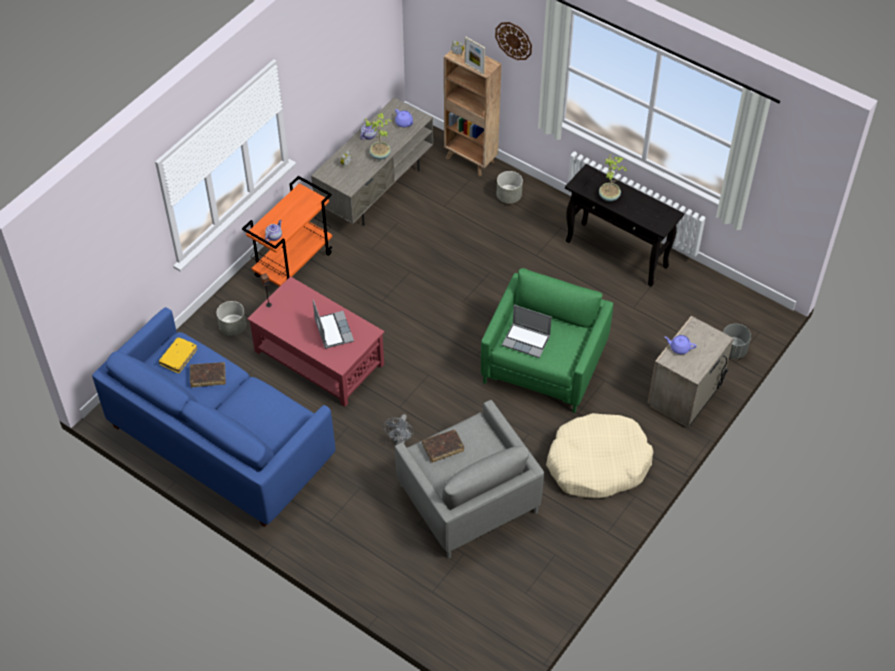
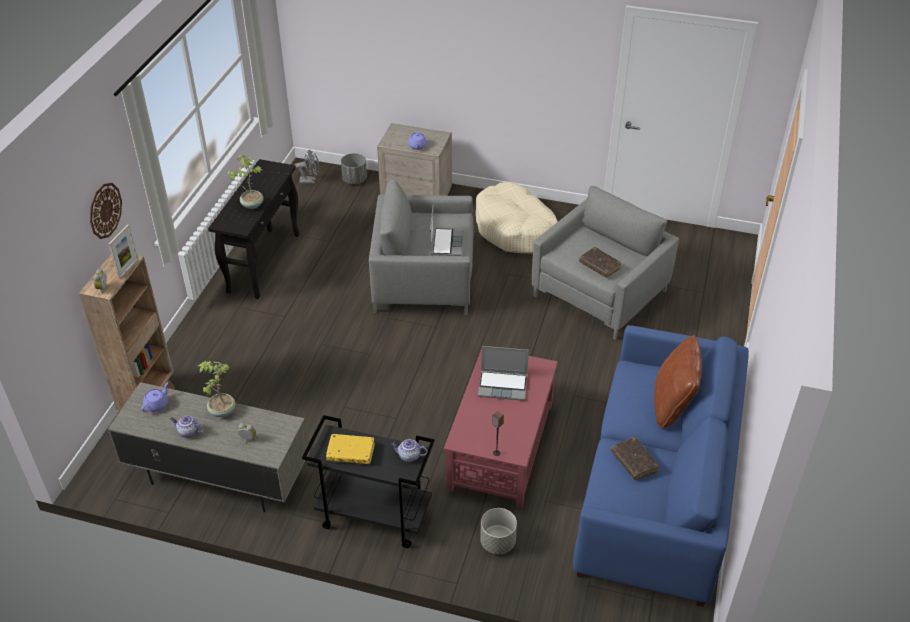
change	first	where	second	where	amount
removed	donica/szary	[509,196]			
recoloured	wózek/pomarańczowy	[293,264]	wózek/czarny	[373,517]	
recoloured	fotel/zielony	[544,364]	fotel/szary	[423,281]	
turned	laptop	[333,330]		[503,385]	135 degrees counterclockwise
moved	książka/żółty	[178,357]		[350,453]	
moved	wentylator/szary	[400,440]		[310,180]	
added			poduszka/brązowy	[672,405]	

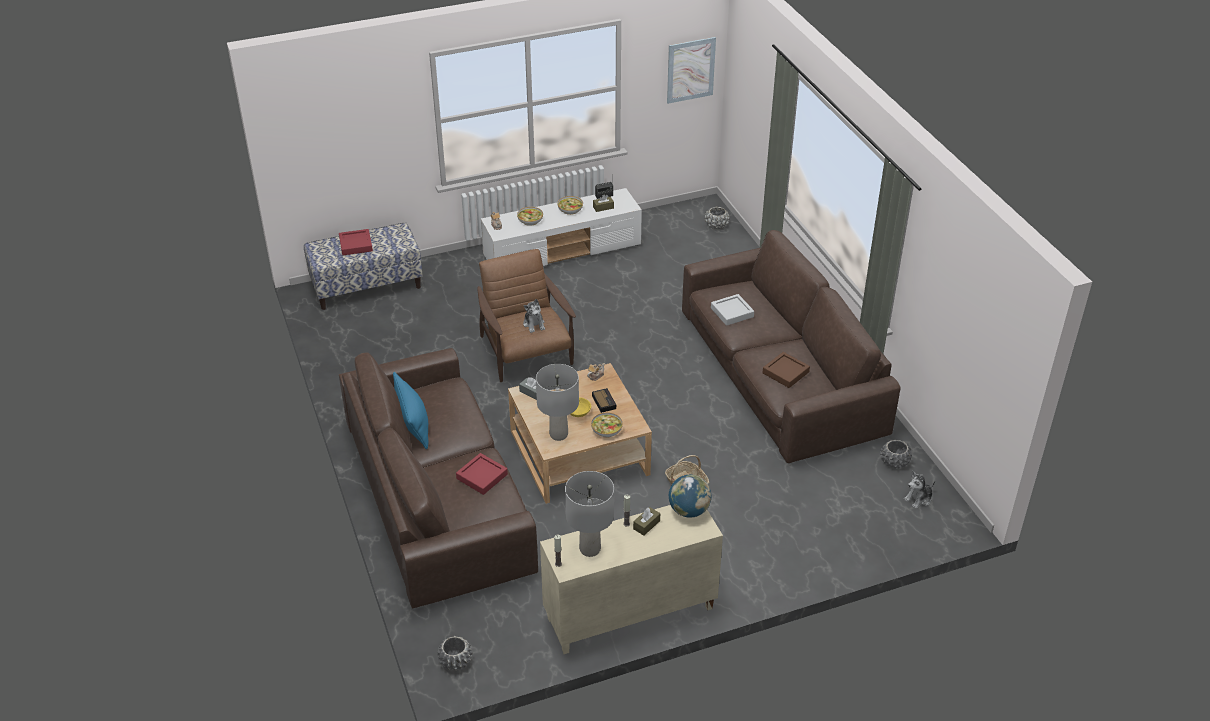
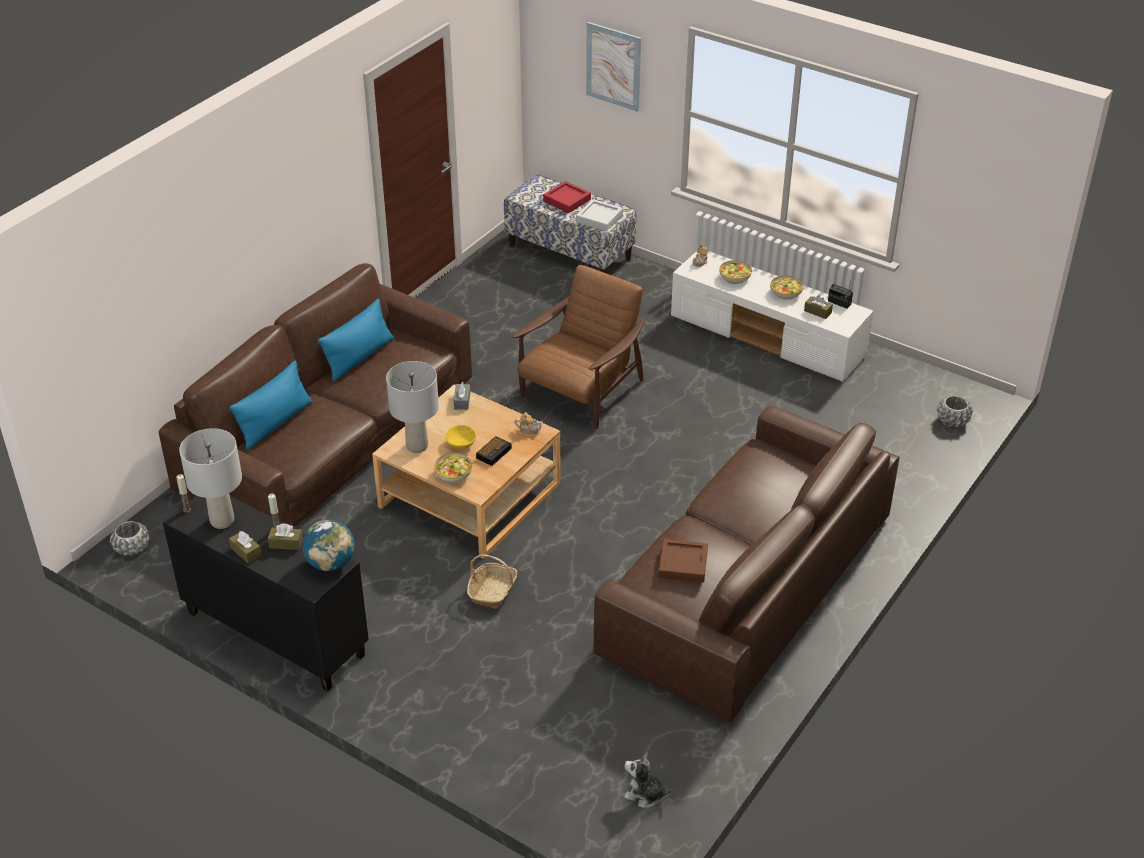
change	first	where	second	where	amount
moved	obraz	[690,70]		[613,66]	
moved	taca/szary	[732,312]		[599,218]	
removed	pluszak	[534,324]			
removed	donica/szary	[894,462]			
removed	taca/czerwony	[482,476]			
recoloured	szafka/beżowy	[629,614]	szafka/czarny	[274,634]	
added			poduszka/niebieski	[275,423]	
added			pudełko chusteczek/brązowy	[246,552]	

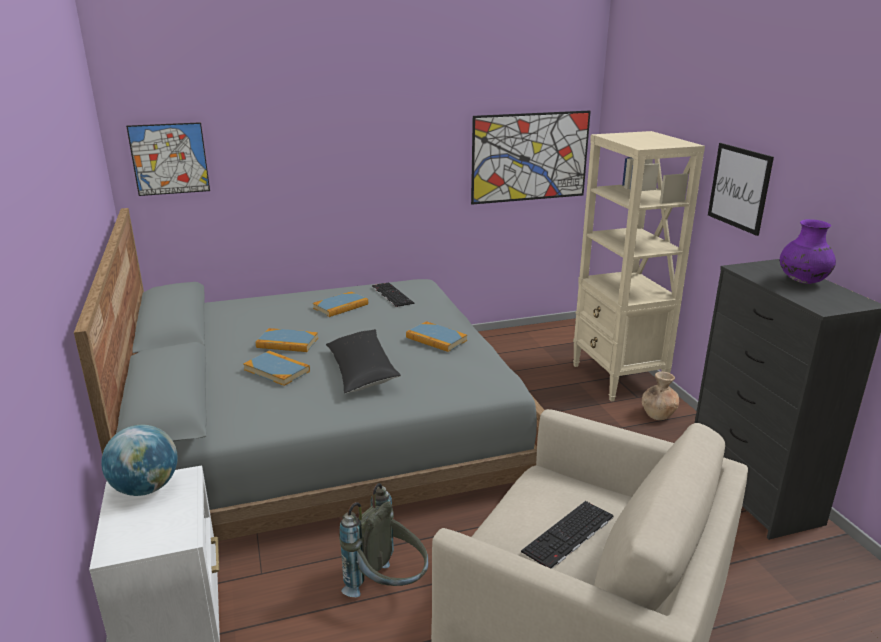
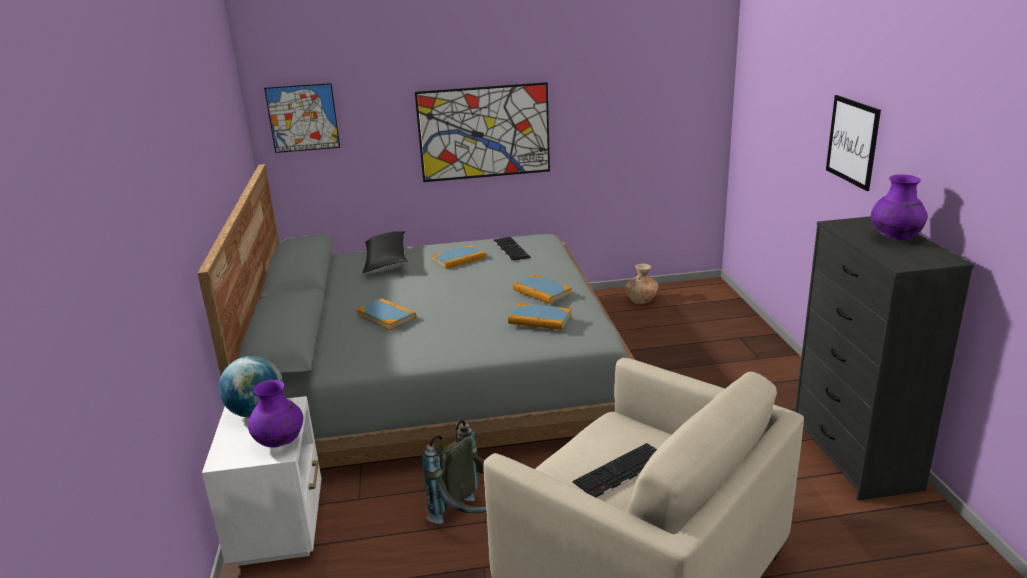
change	first	where	second	where	amount
moved	obraz	[530,157]		[484,132]	
removed	regał/beżowy	[618,378]			
moved	książka	[287,343]		[540,319]	
moved	poduszka/czarny	[361,371]		[386,261]	
moved	wazon/brązowy	[658,414]		[641,300]	
added			wazon/fioletowy	[280,442]	

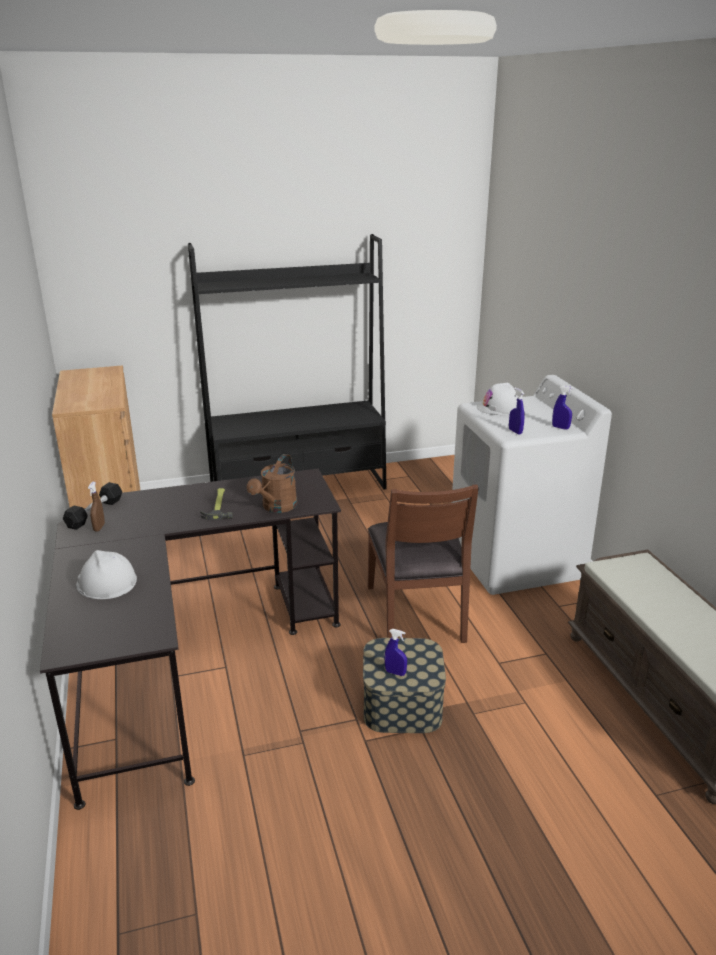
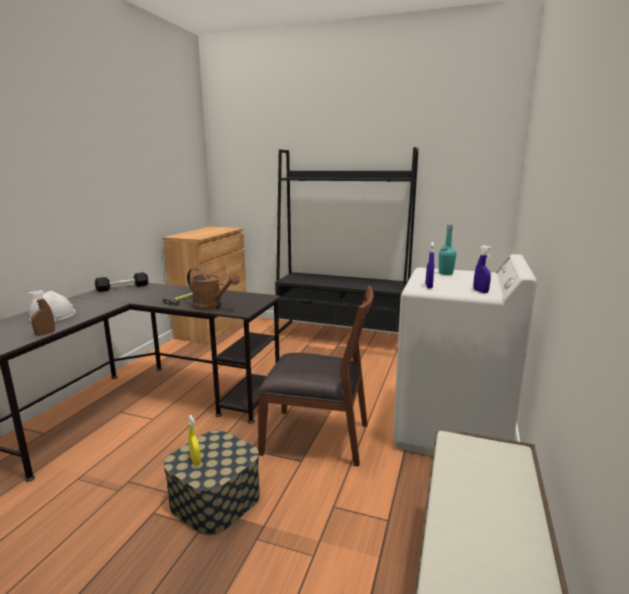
change	first	where	second	where	amount
replaced	kask/biały	[499,408]	butelka/turkusowy	[445,273]	
turned	konewka/brązowy	[276,507]		[212,307]	120 degrees counterclockwise
moved	spryskiwacz/brązowy	[99,527]		[45,333]	
turned	krzesło/brązowy	[417,613]		[317,437]	105 degrees counterclockwise
recoloured	spryskiwacz/niebieski	[395,672]	spryskiwacz/żółty	[195,461]	

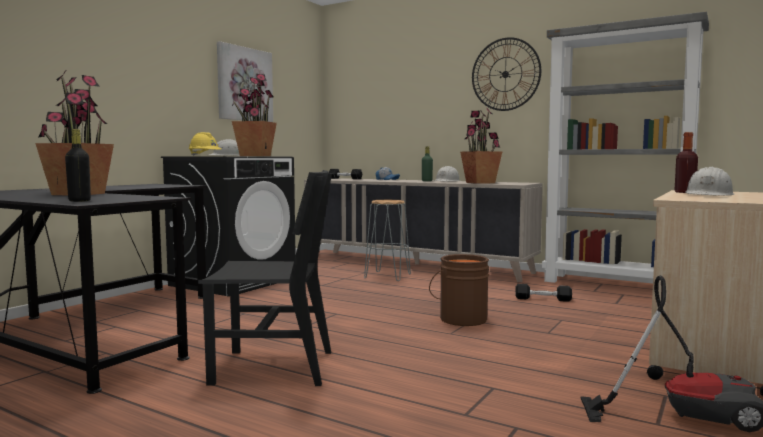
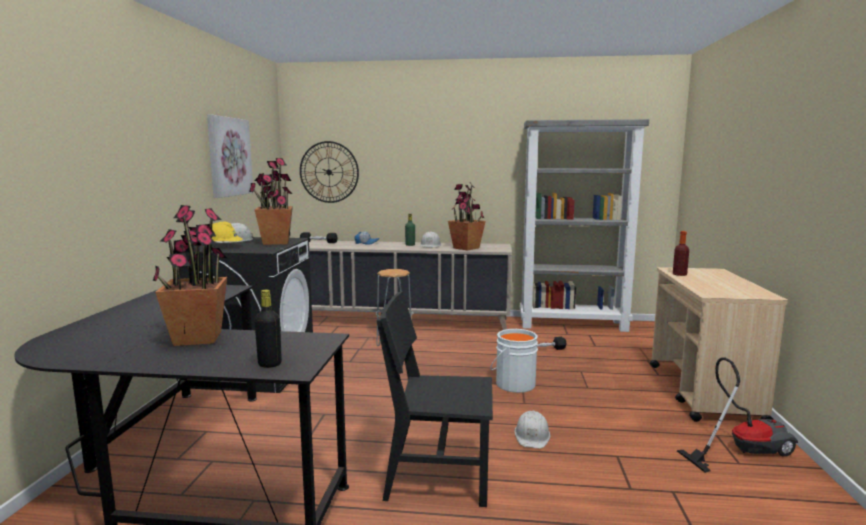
change	first	where	second	where	amount
moved	zegar ścienny	[505,74]		[329,172]	
moved	kask/biały	[709,195]		[532,435]	
turned	krzesło/czarny	[273,367]		[438,477]	150 degrees counterclockwise
recoloured	wiadro/brązowy	[462,319]	wiadro/biały	[513,384]	

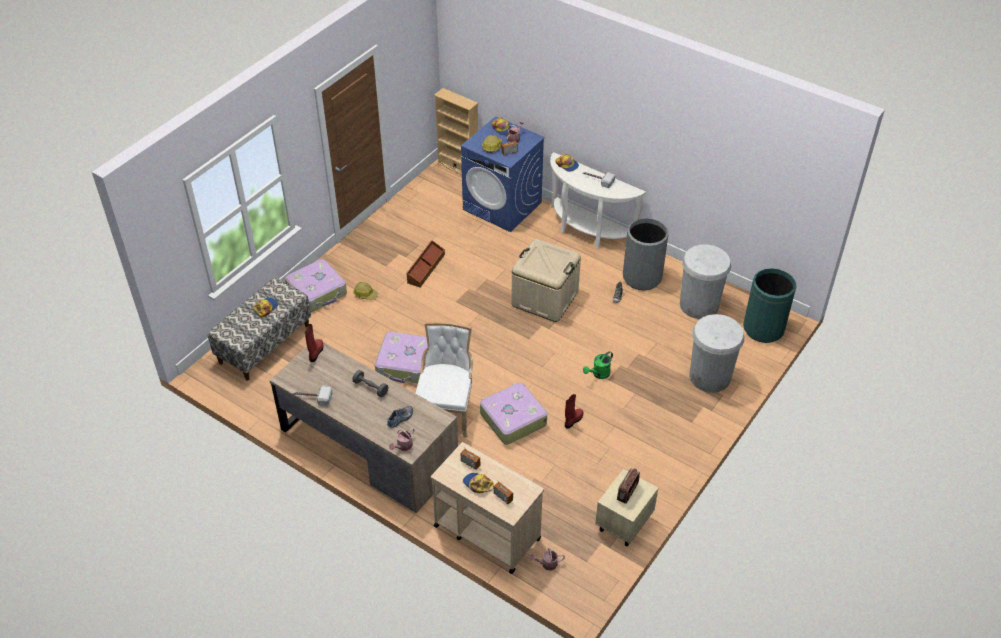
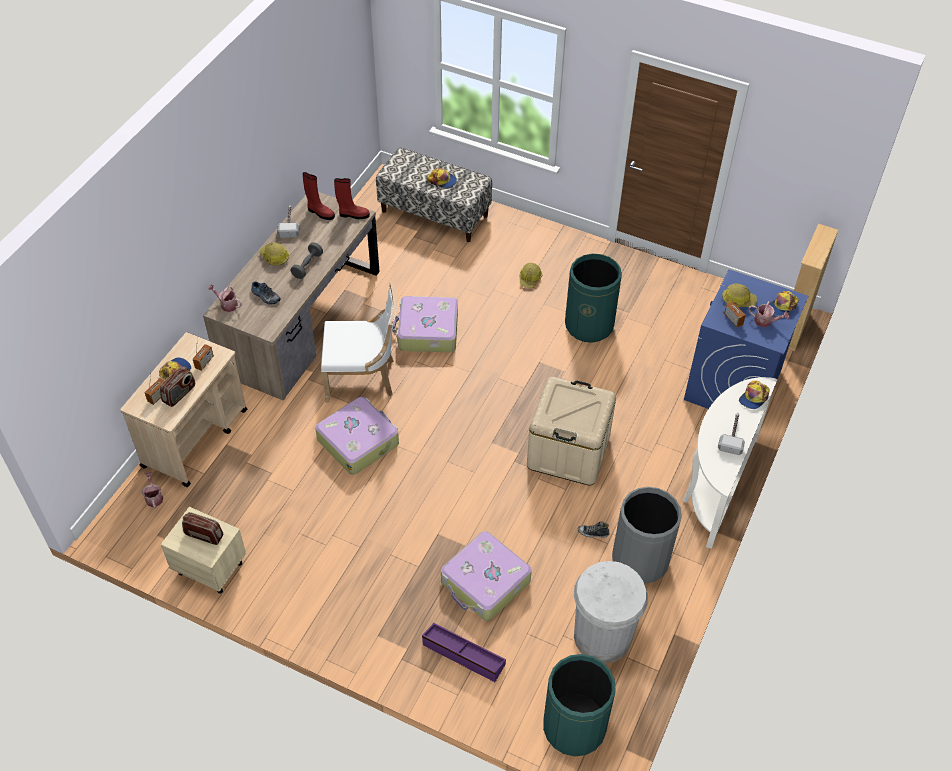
change	first	where	second	where	amount
replaced	pojemnik do przechowywania/brązowy	[425,268]	kosz na śmieci/zielony	[589,325]	
moved	walizka	[317,292]		[485,583]	
replaced	kosz na śmieci/biały	[710,376]	pojemnik do przechowywania/fioletowy	[463,655]	
removed	konewka/zielony	[599,374]			
moved	but z cholewką/czerwony	[573,420]		[320,213]	
added			kask	[274,257]	
added			radio	[179,394]	

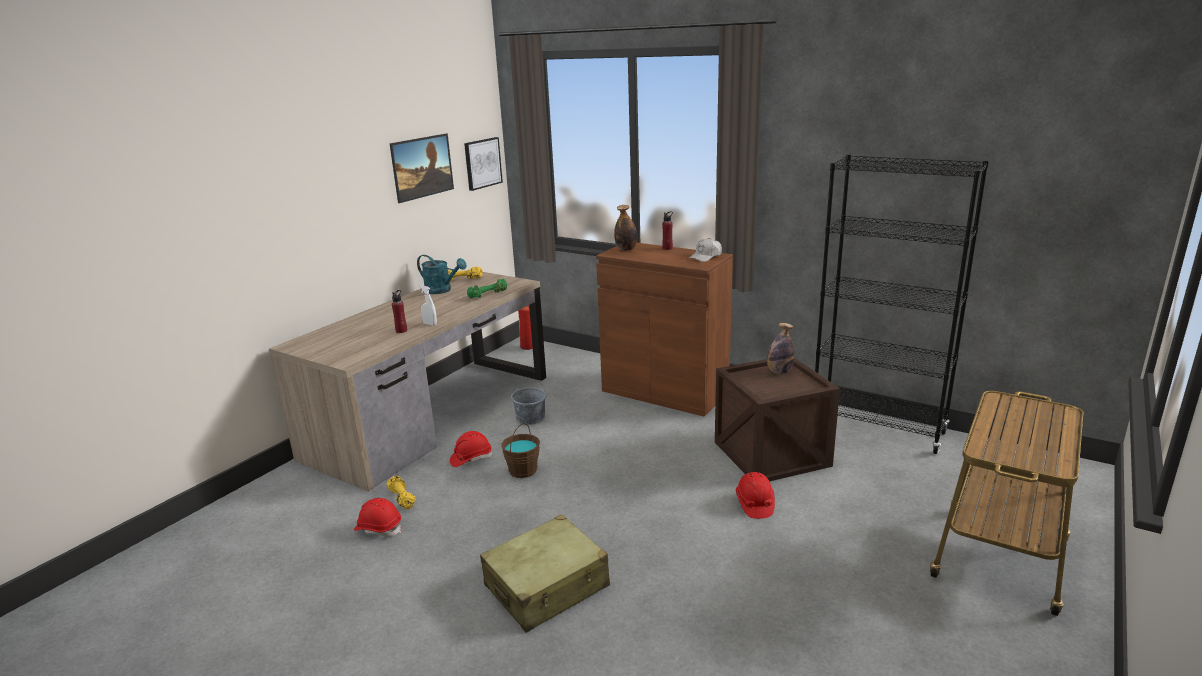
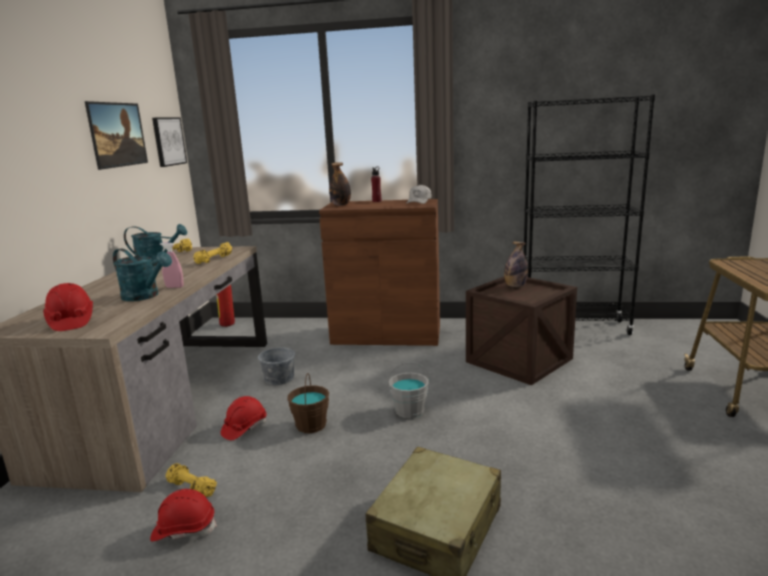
change	first	where	second	where	amount
recoloured	hantel/zielony	[488,295]	hantel/żółty	[214,260]	
recoloured	spryskiwacz/biały	[430,324]	spryskiwacz/różowy	[174,287]	
replaced	butelka/czerwony	[401,331]	konewka/turkusowy	[145,296]	
moved	kask/czerwony	[754,504]		[71,321]	
added			wiadro/szary	[409,410]	

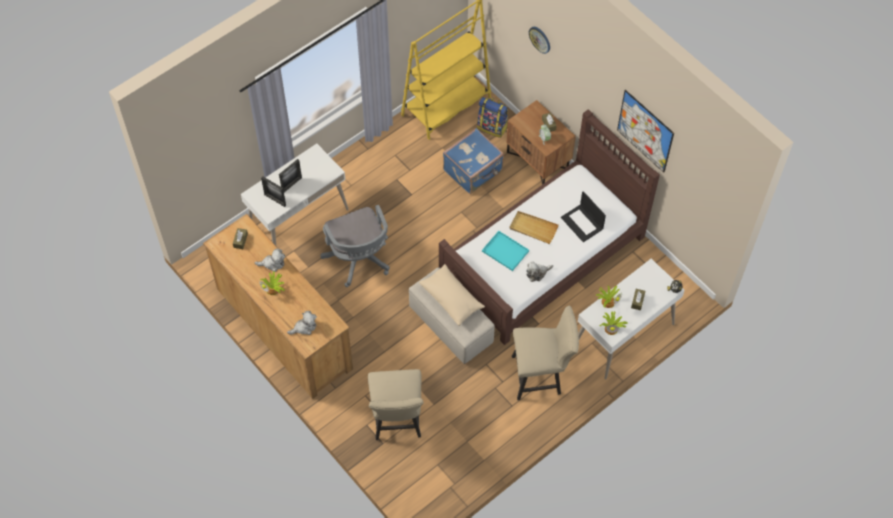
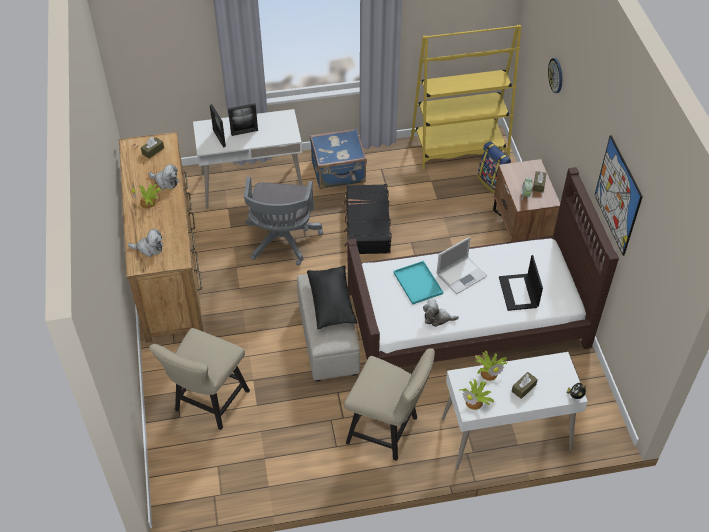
change	first	where	second	where	amount
moved	walizka/niebieski	[473,171]		[339,172]	
replaced	taca/beżowy	[533,228]	laptop	[462,275]	
recoloured	poduszka/beżowy	[451,299]	poduszka/czarny	[331,303]	
added			walizka/czarny	[367,225]	

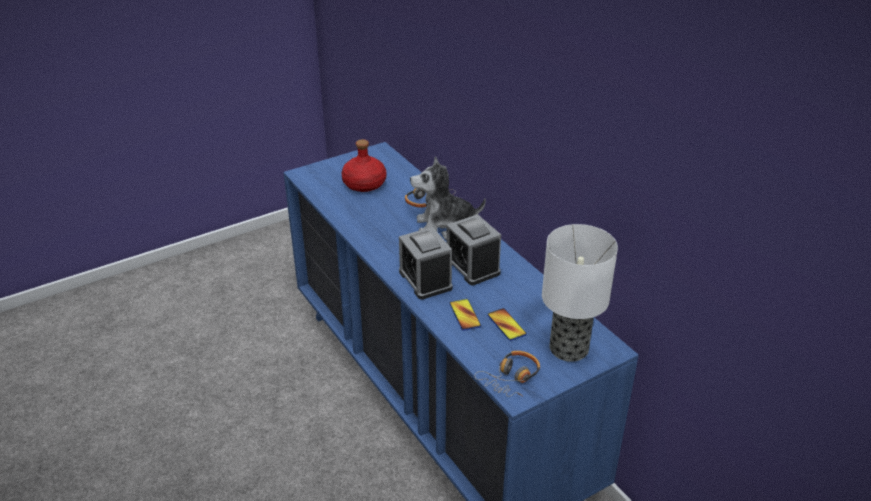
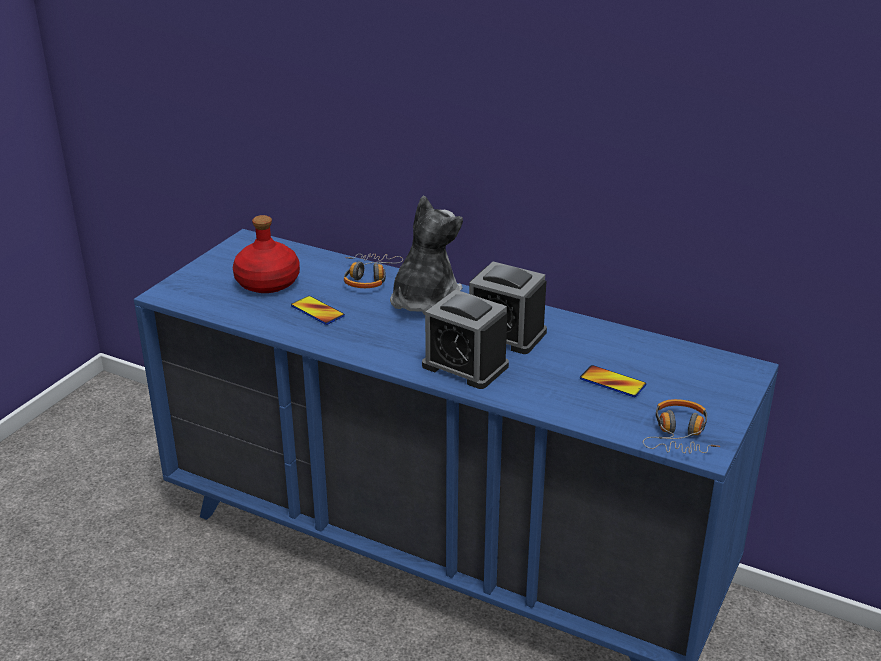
change	first	where	second	where	amount
turned	pluszak	[445,226]		[424,301]	150 degrees clockwise
removed	lampa stołowa	[569,348]			
moved	telefon	[465,315]		[317,311]	

